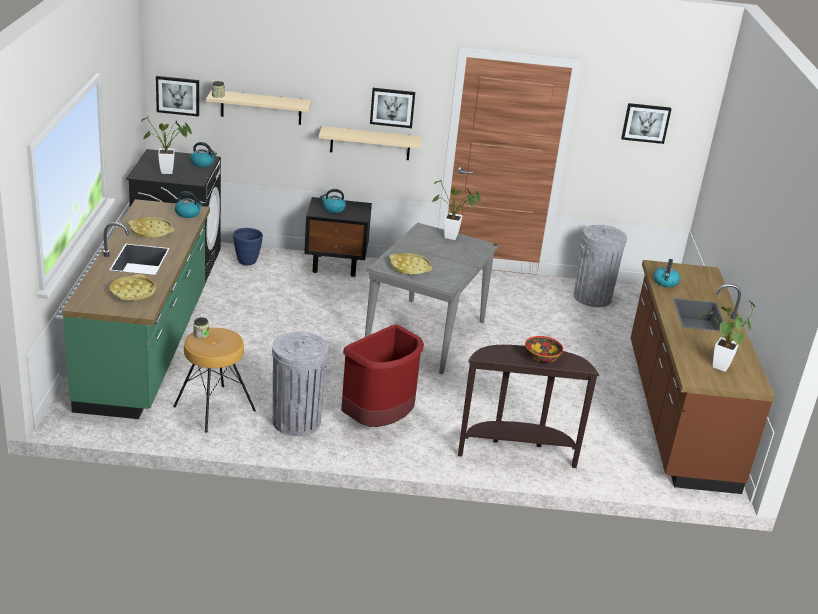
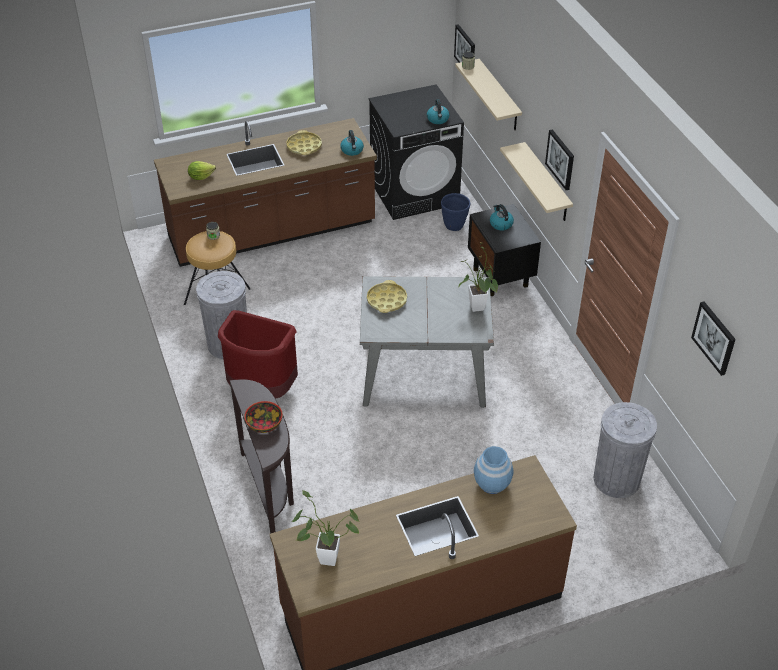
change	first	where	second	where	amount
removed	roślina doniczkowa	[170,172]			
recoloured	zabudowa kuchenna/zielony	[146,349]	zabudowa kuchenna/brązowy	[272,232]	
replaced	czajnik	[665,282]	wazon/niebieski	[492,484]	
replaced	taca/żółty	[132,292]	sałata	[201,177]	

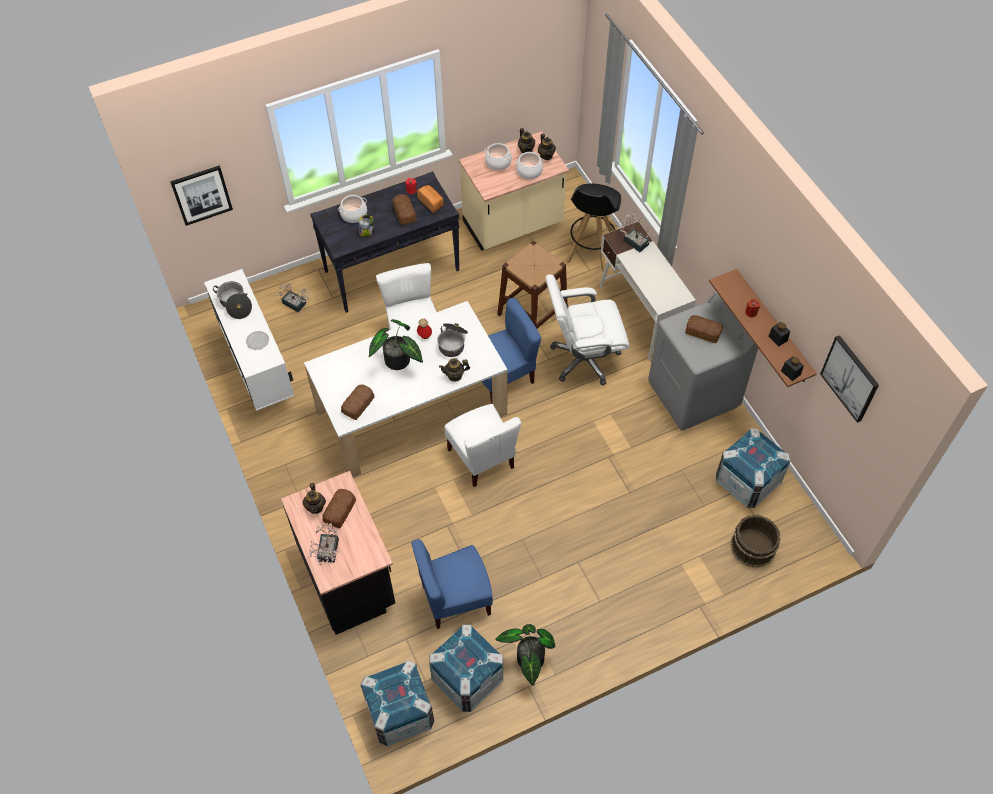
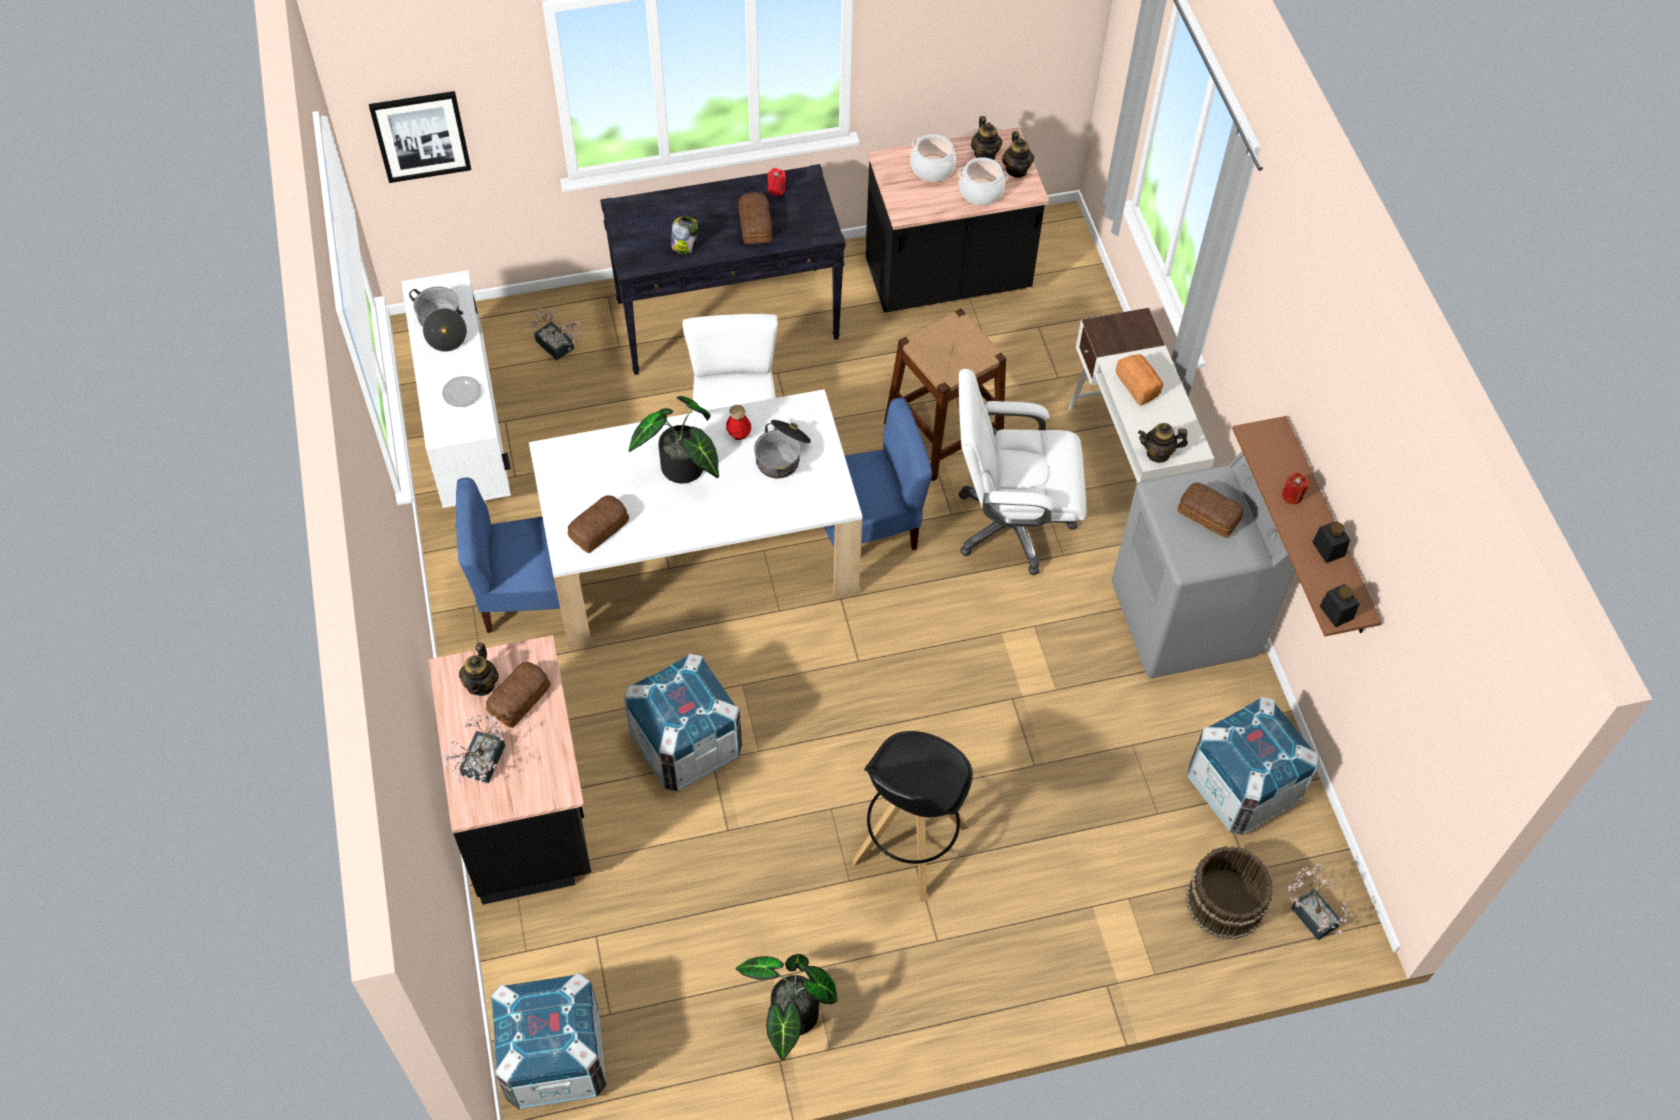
change	first	where	second	where	amount
recoloured	zabudowa kuchenna/beżowy	[513,225]	zabudowa kuchenna/czarny	[947,279]	
moved	stołek/czarny	[590,250]		[909,845]	
moved	chleb	[431,202]		[1139,386]	
removed	garnek	[354,214]			
moved	roślina doniczkowa	[634,241]		[1311,912]	
removed	obraz	[850,378]			
moved	imbryk	[455,375]		[1158,453]	
removed	krzesło/biały	[482,458]			
moved	krzesło/niebieski	[455,599]		[528,597]	
moved	skrzynka	[467,678]		[686,744]	

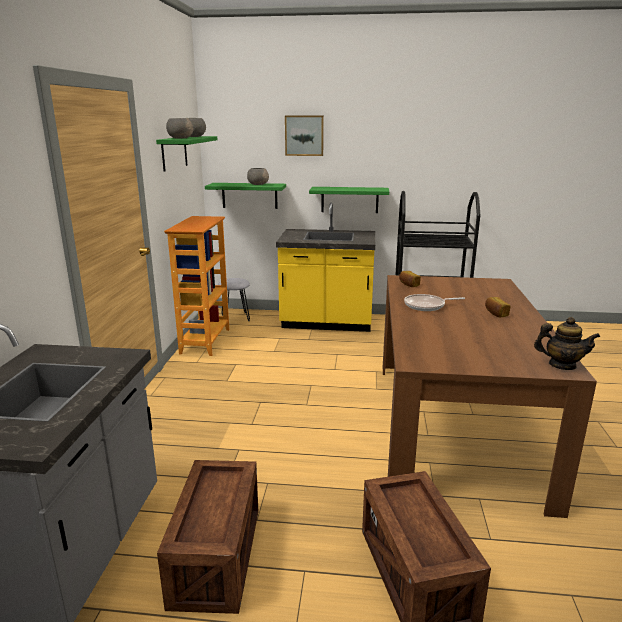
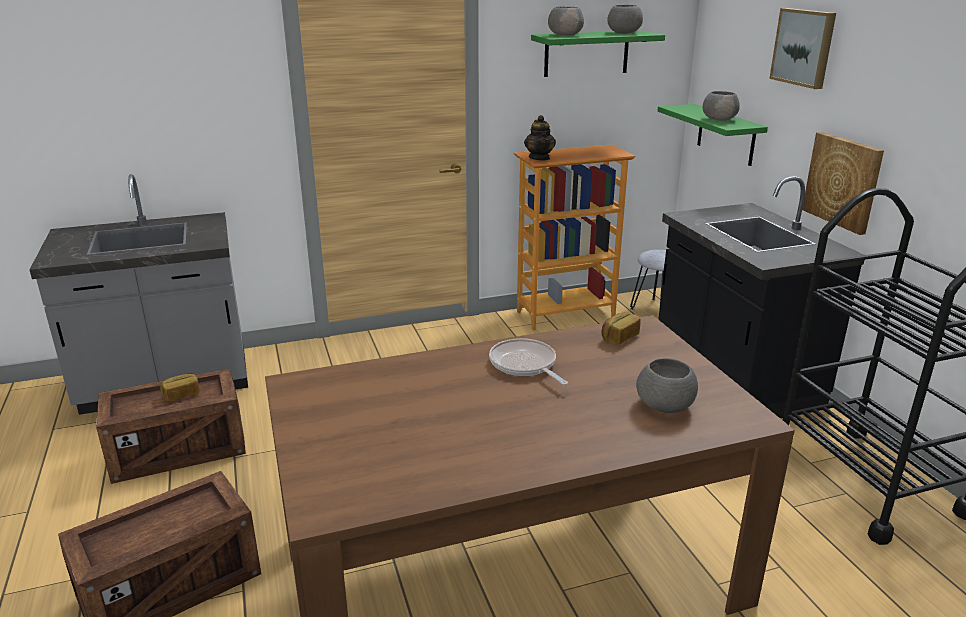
change	first	where	second	where	amount
replaced	półka/zielony	[349,199]	obraz	[843,181]	
recoloured	zabudowa kuchenna/żółty	[326,323]	zabudowa kuchenna/czarny	[733,378]	
moved	chleb	[495,313]		[181,394]	
moved	imbryk	[562,365]		[539,158]	
added			miska/szary	[665,406]	

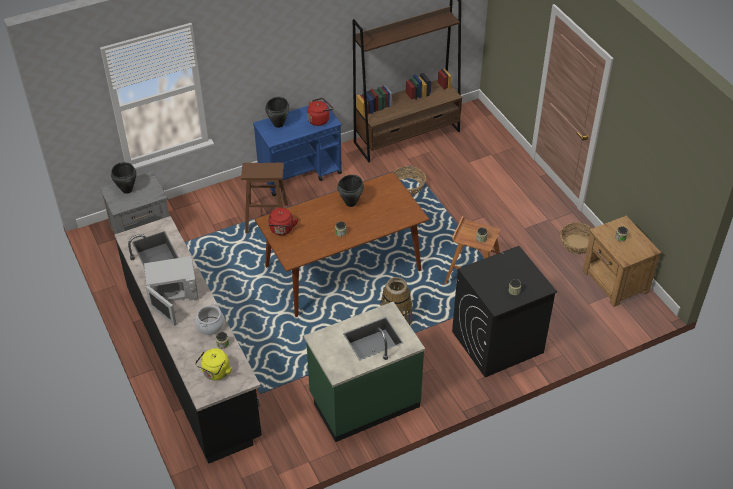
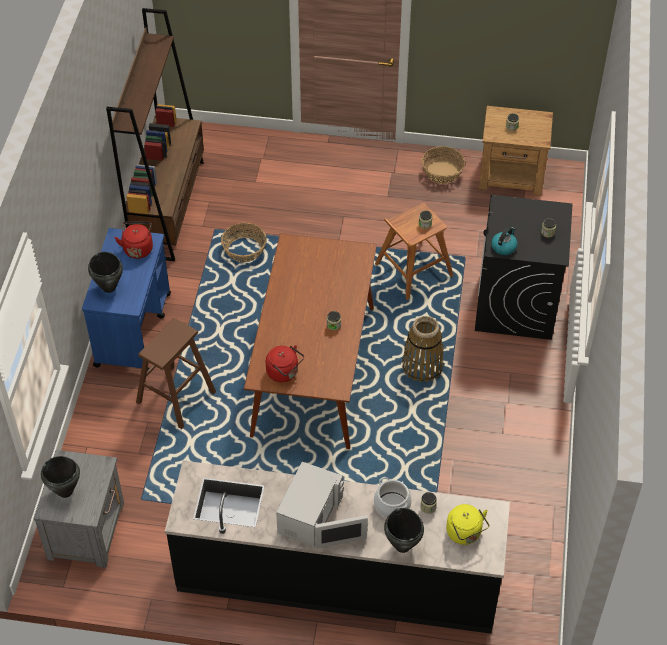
change	first	where	second	where	amount
moved	garnek/czarny	[351,203]		[403,545]	
removed	zabudowa kuchenna/zielony	[364,401]			
added			czajnik	[503,247]	

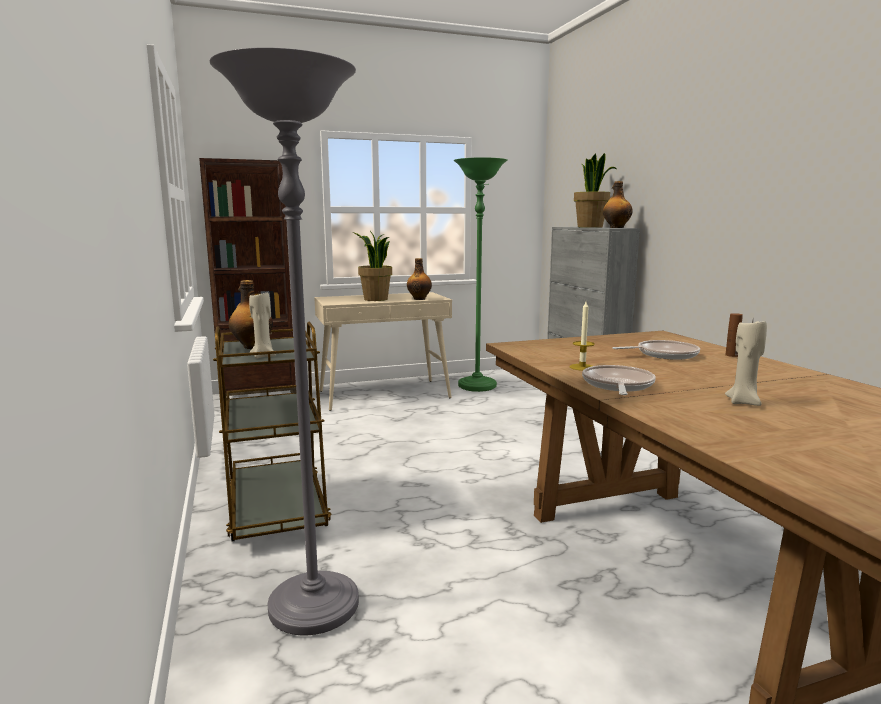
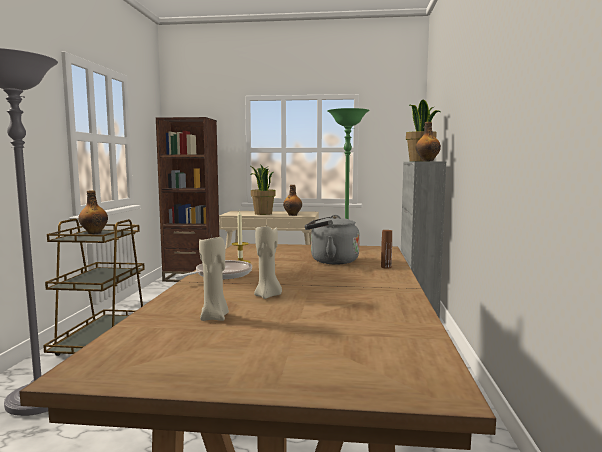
change	first	where	second	where	amount
moved	świeca/beżowy	[264,356]		[215,317]	
replaced	patelnia	[663,354]	czajnik/szary	[330,261]	

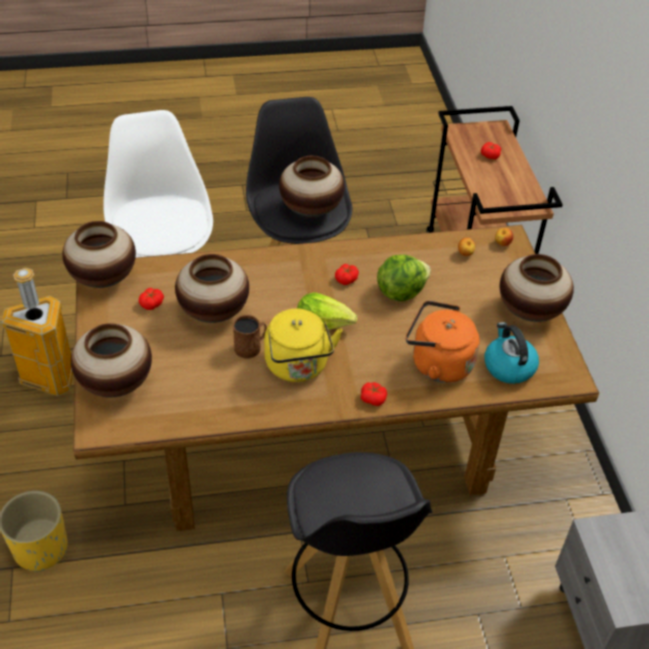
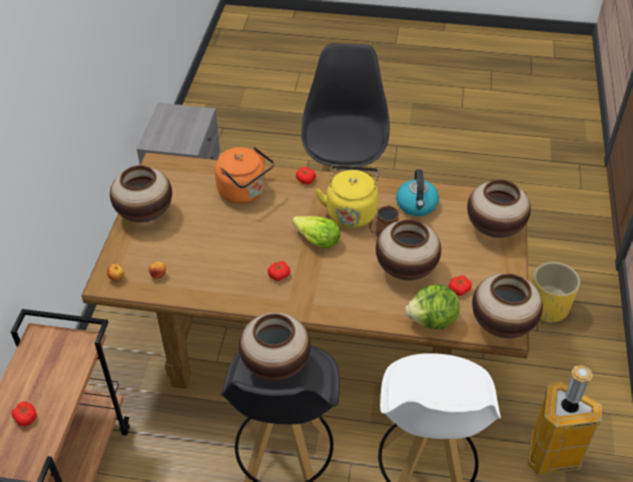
change	first	where	second	where	amount
moved	sałata	[400,291]		[432,321]	
moved	czajnik	[508,366]		[416,205]	

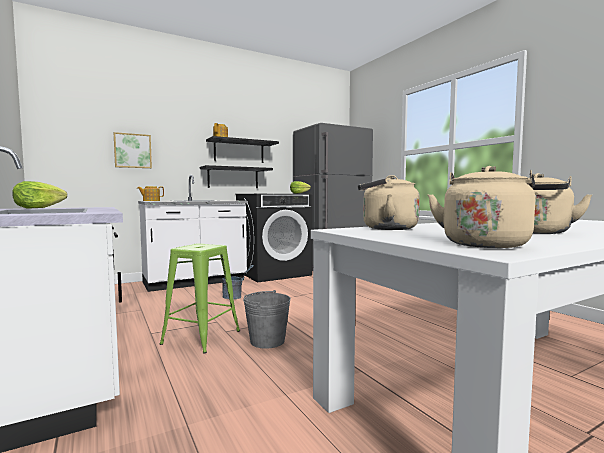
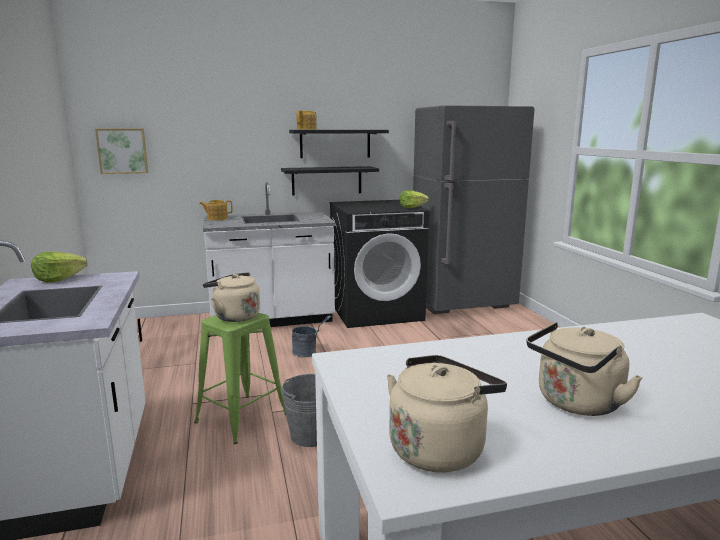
change	first	where	second	where	amount
moved	obraz	[132,151]		[122,151]	
moved	czajnik/beżowy	[385,228]		[234,316]	

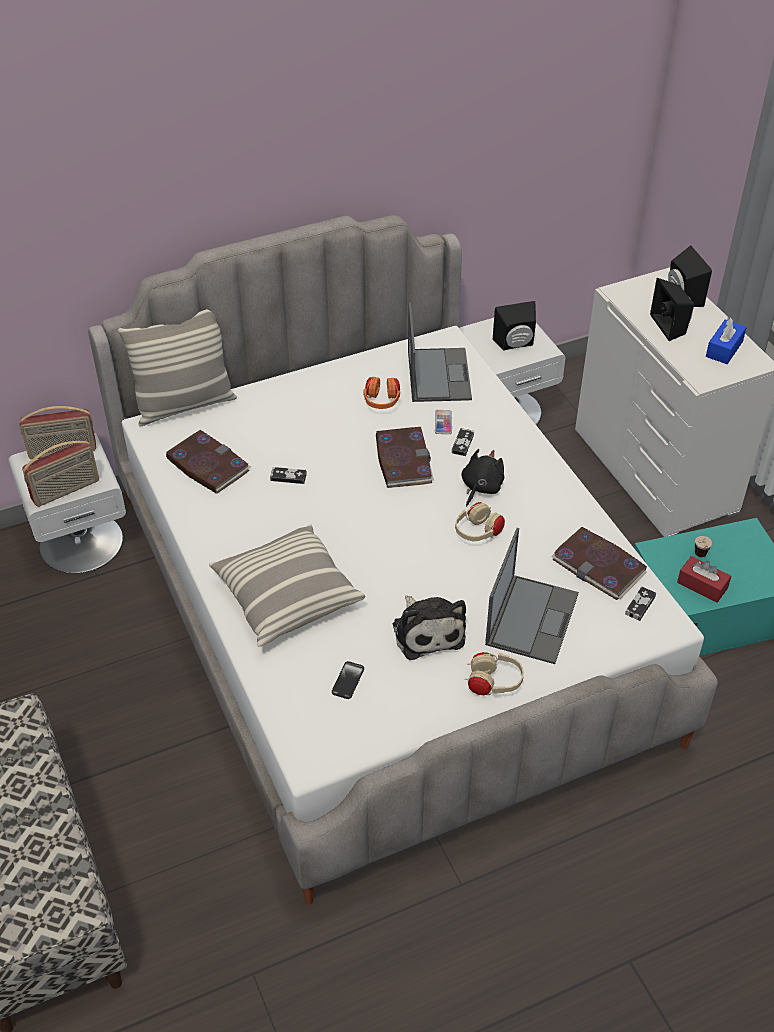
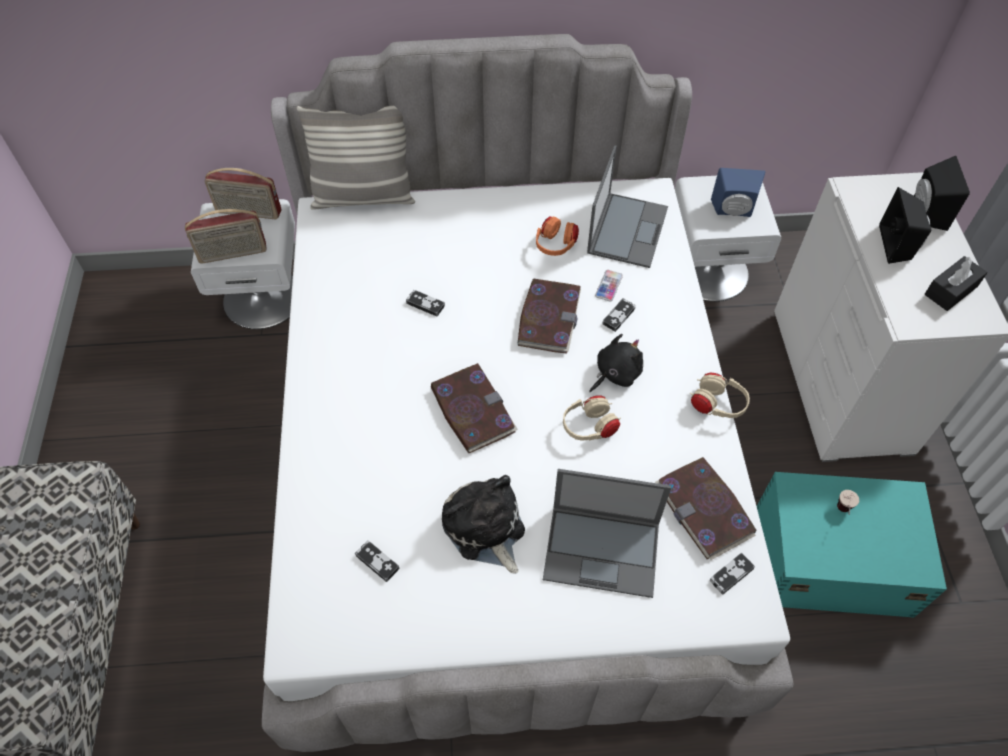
change	first	where	second	where	amount
recoloured	głośnik/czarny	[515,344]	głośnik/niebieski	[733,211]	
recoloured	pudełko chusteczek/niebieski	[724,349]	pudełko chusteczek/czarny	[951,290]	
moved	książka	[207,465]		[472,410]	
removed	poduszka	[286,596]			
turned	laptop	[532,618]		[603,550]	60 degrees clockwise
removed	pudełko chusteczek/czerwony	[702,585]			
turned	pluszak	[427,631]		[485,529]	150 degrees clockwise
moved	słuchawki/beżowy	[493,683]		[716,405]	
replaced	telefon	[348,681]	pad do gier	[377,562]	

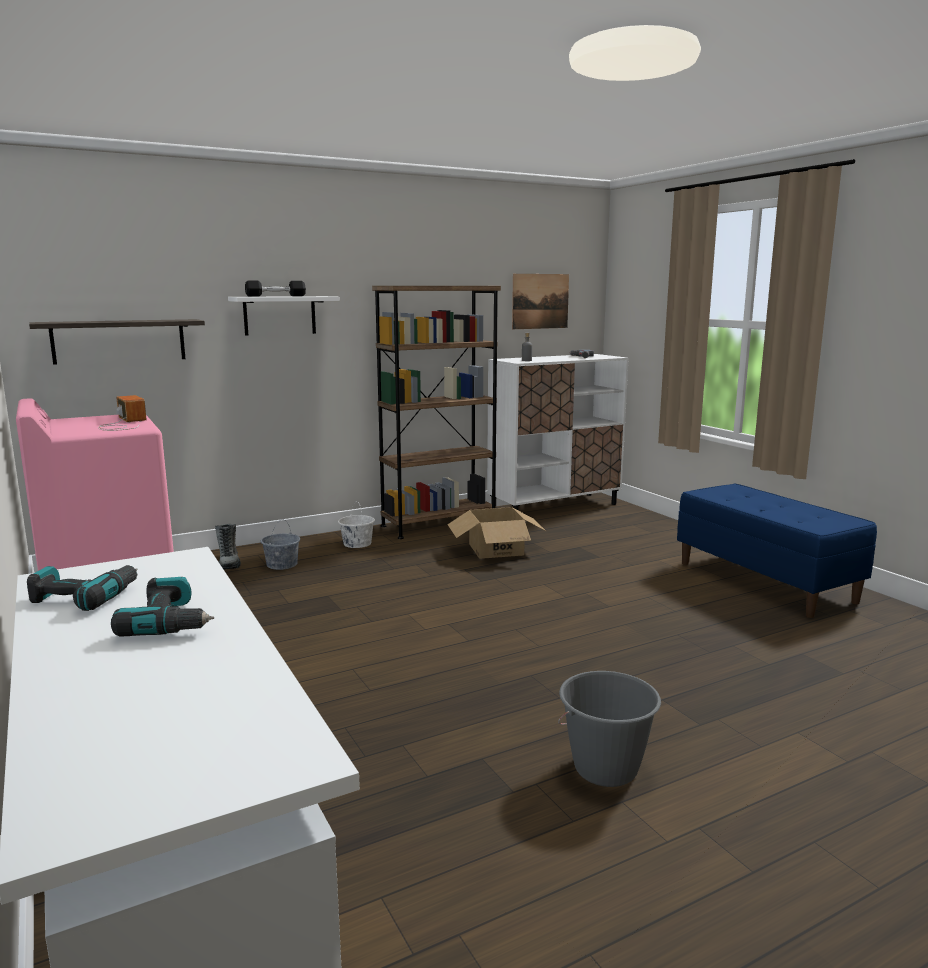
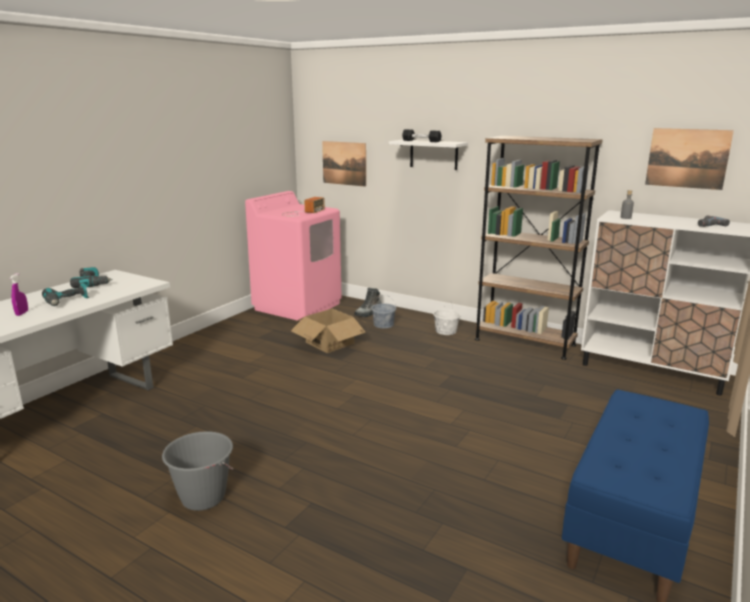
change	first	where	second	where	amount
replaced	półka	[119,341]	obraz	[344,163]	
moved	karton	[496,549]		[330,343]	
added			spryskiwacz/fioletowy	[22,313]	

